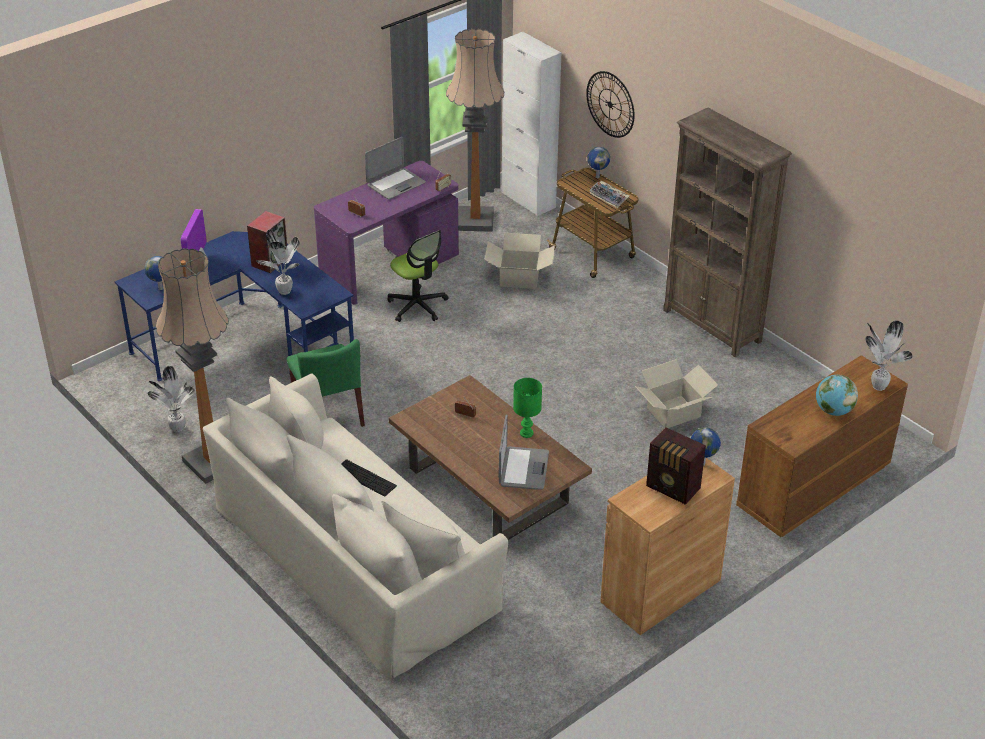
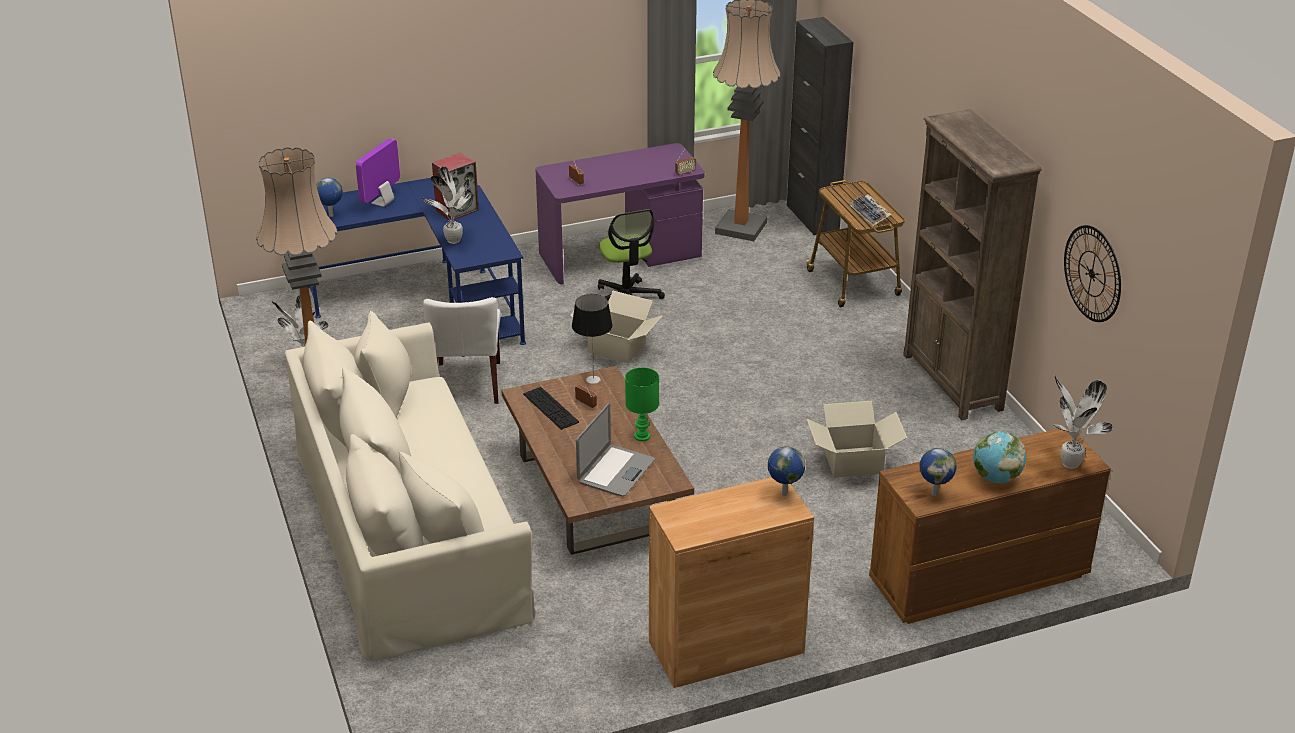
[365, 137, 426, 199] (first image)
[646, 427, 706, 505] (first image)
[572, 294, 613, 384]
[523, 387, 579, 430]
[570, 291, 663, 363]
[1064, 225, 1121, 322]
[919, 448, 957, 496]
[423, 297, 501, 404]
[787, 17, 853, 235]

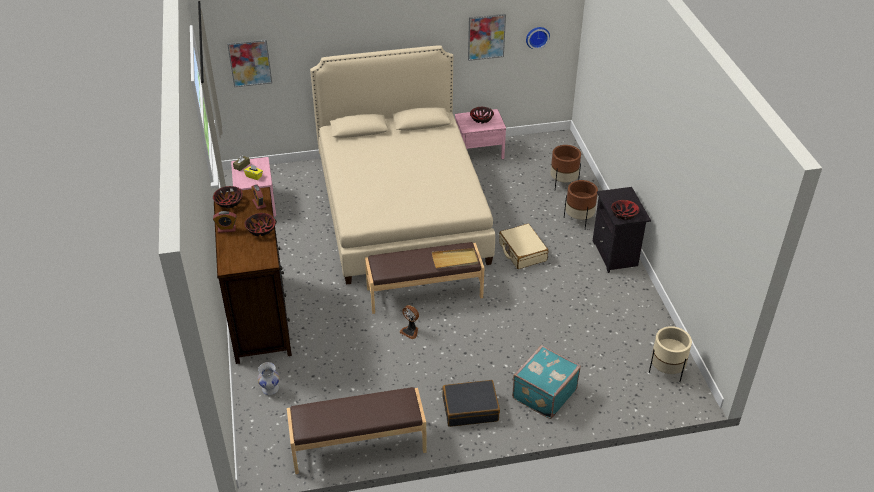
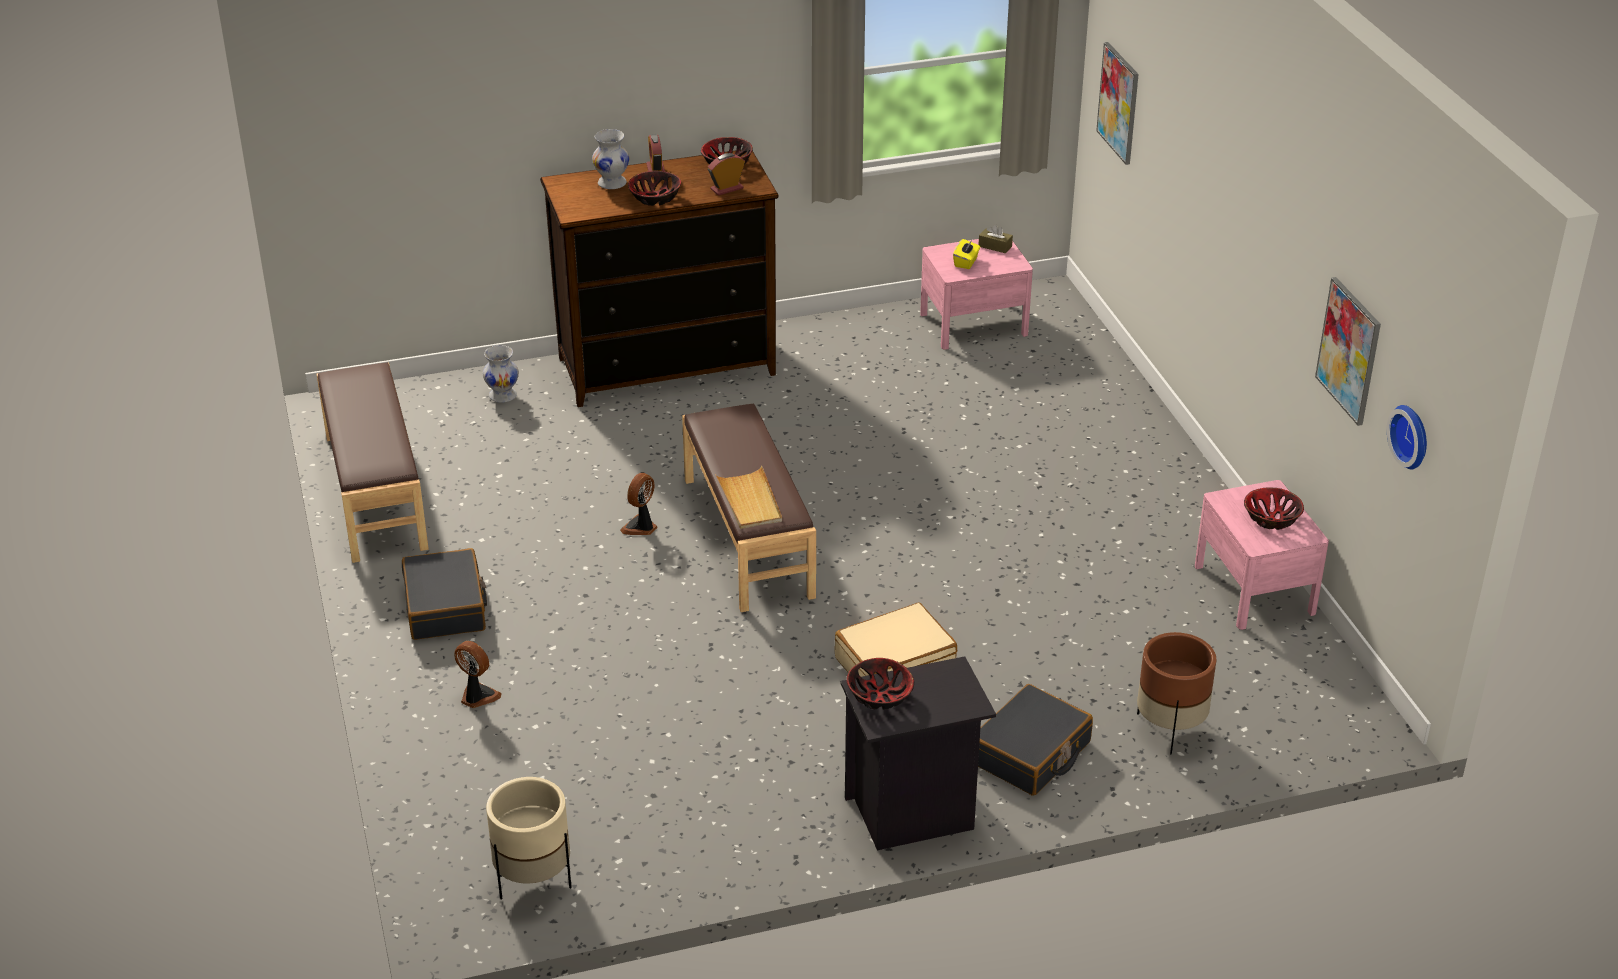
[310, 45, 495, 285] (first image)
[592, 129, 629, 189]
[454, 641, 502, 708]
[978, 684, 1093, 796]

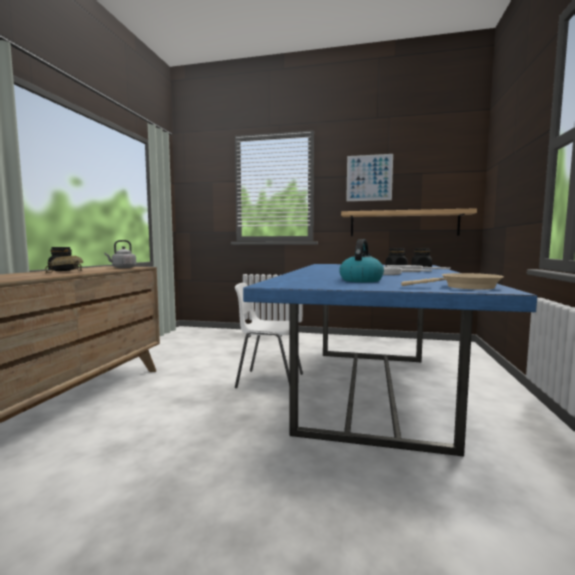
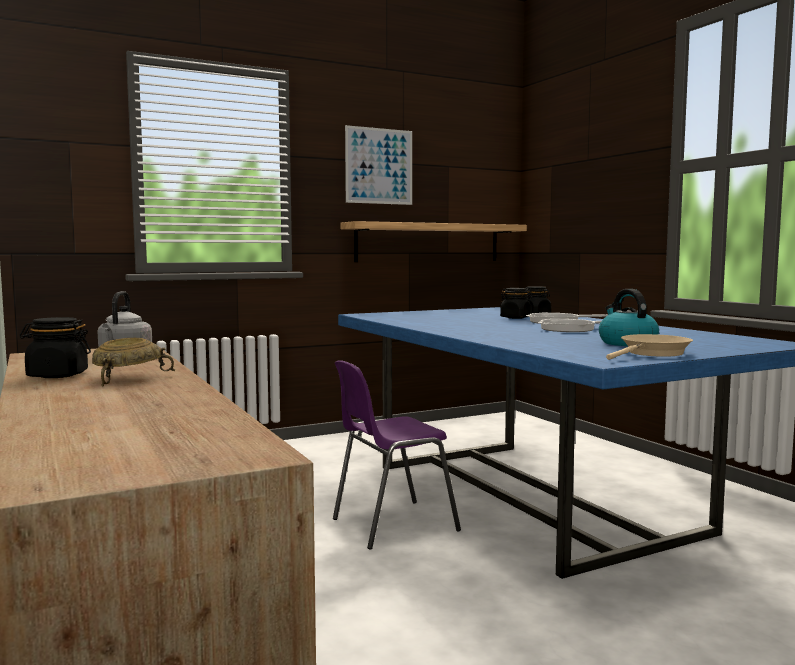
[606, 334, 693, 360]
[333, 360, 461, 550]

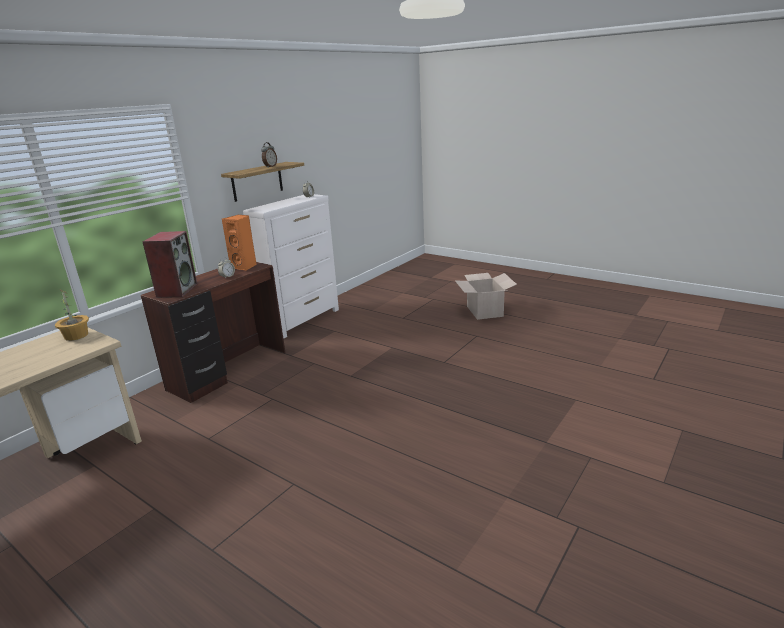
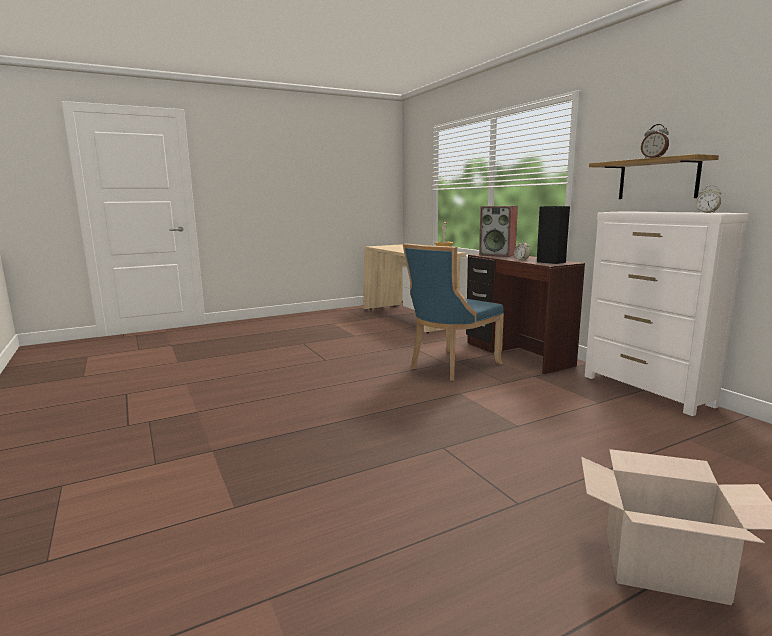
[403, 243, 504, 381]
[537, 206, 570, 264]

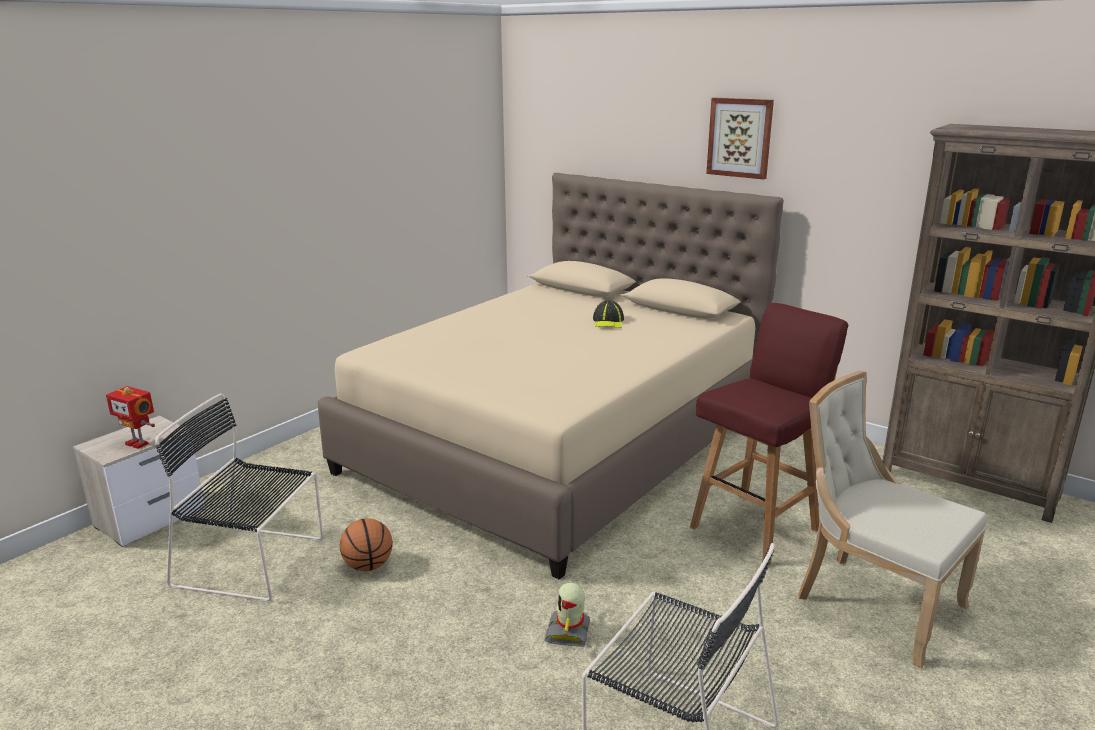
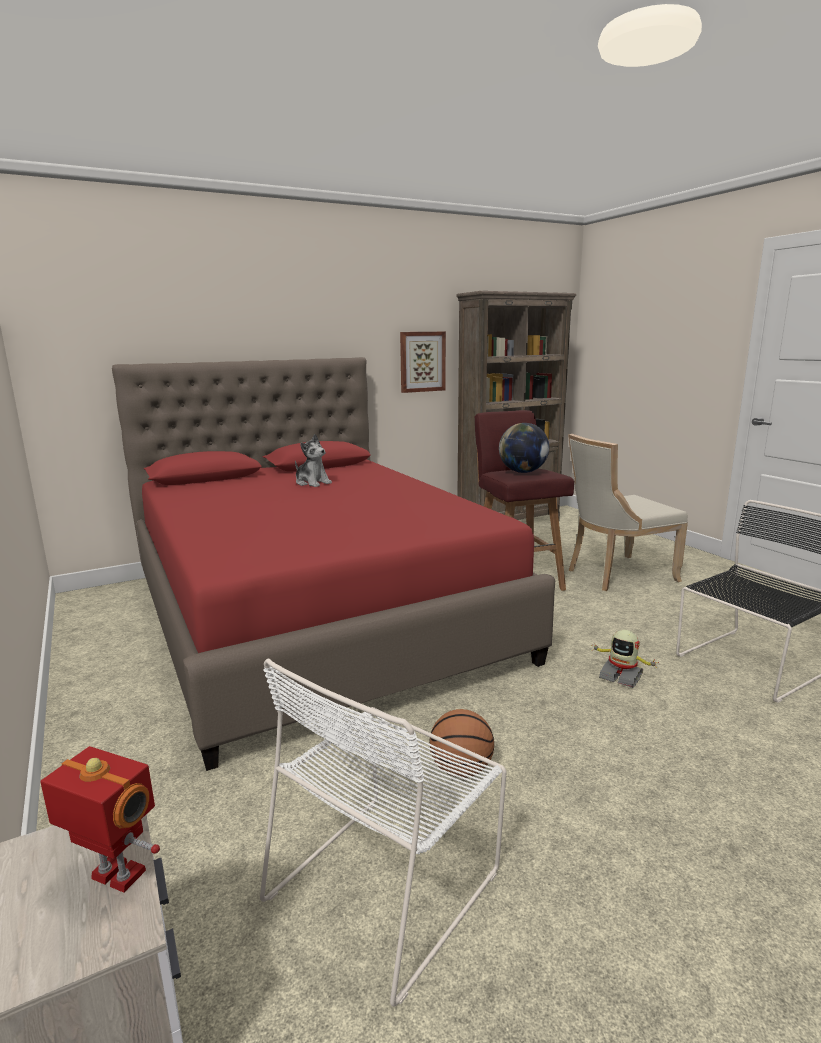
[499, 423, 549, 473]
[400, 332, 446, 393]
[295, 434, 332, 487]
[260, 659, 507, 1007]
[112, 357, 555, 771]
[40, 746, 160, 893]

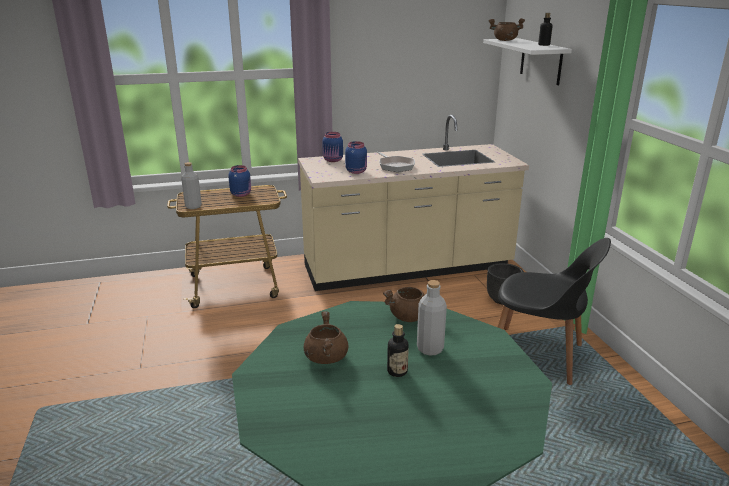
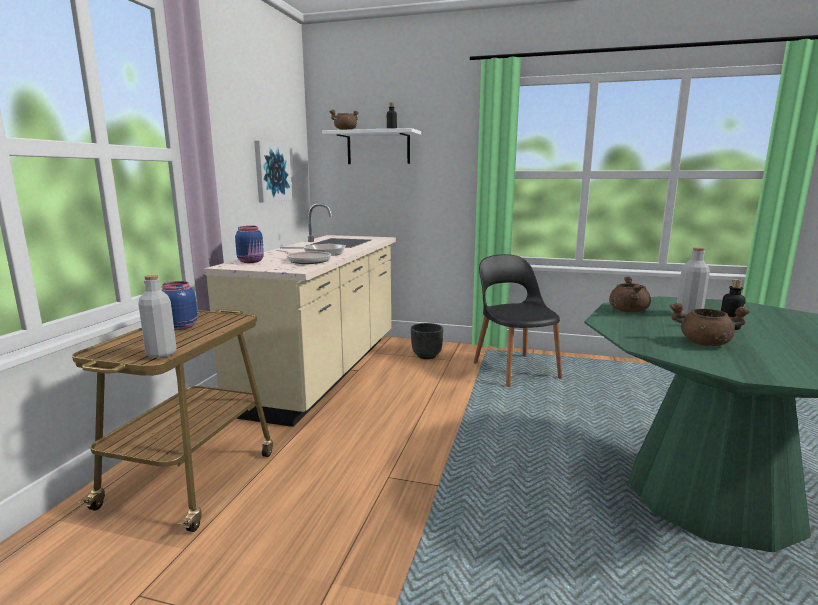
[254, 141, 292, 203]
[276, 250, 331, 264]
[473, 254, 562, 387]

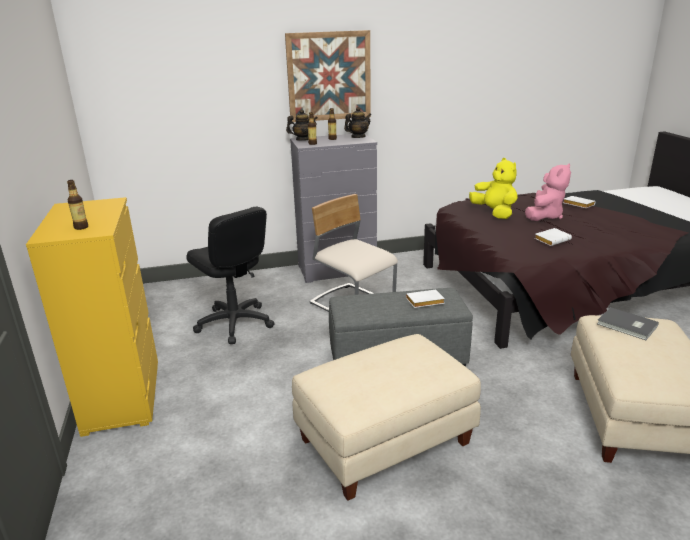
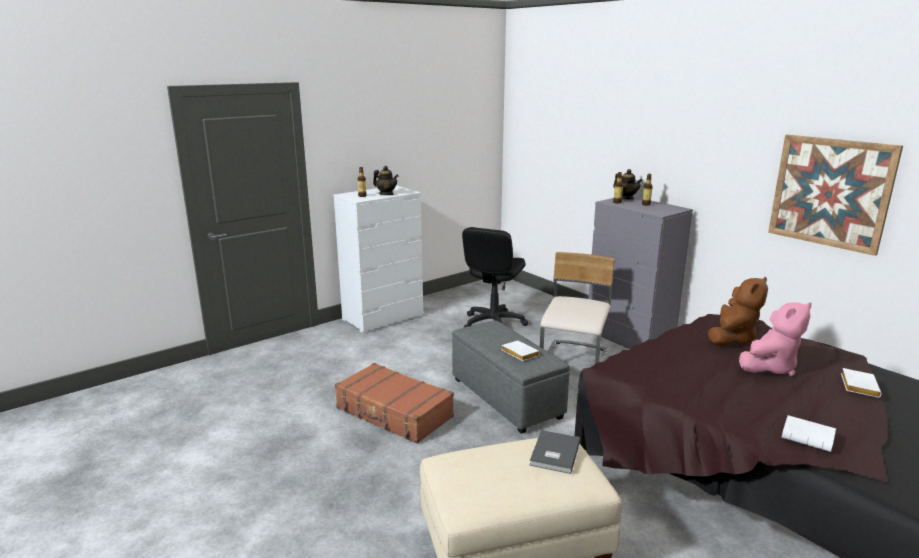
[768, 135, 903, 256]
[373, 166, 398, 195]
[782, 415, 836, 452]
[335, 363, 454, 444]
[334, 185, 423, 333]
[708, 277, 768, 346]
[739, 302, 812, 376]

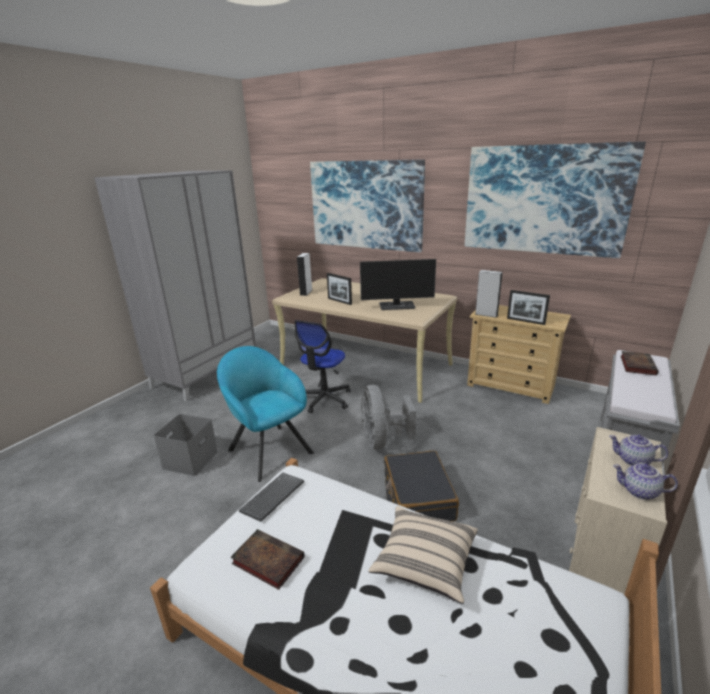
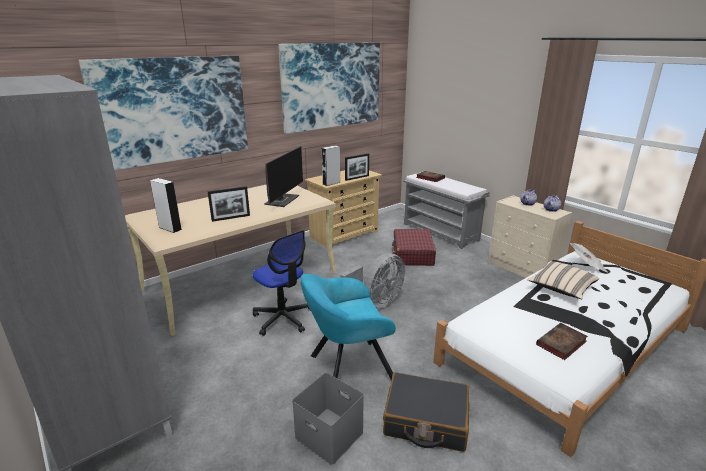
[239, 473, 304, 522] (first image)
[392, 229, 436, 266]
[570, 243, 607, 272]
[383, 372, 469, 452]
[340, 253, 405, 308]

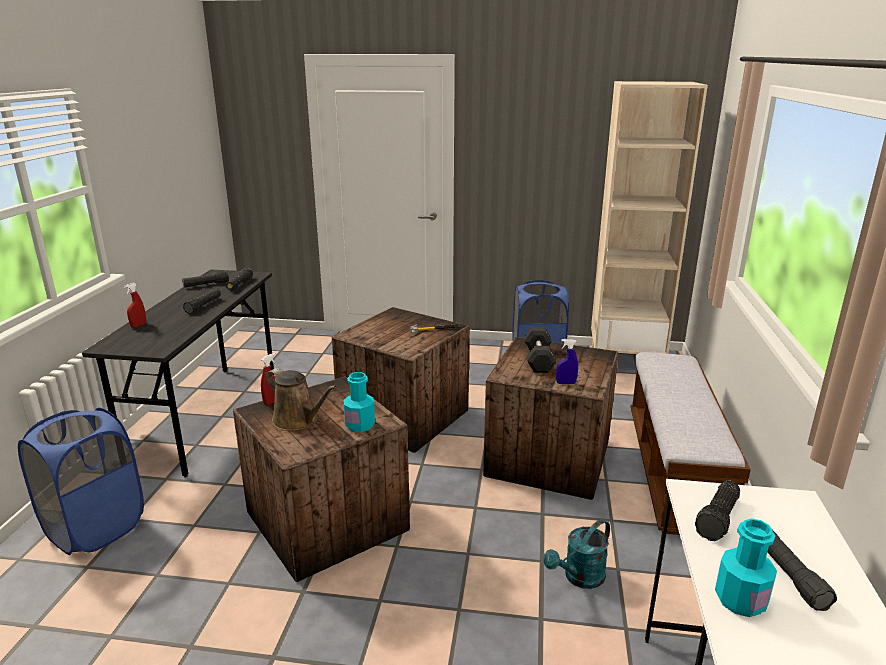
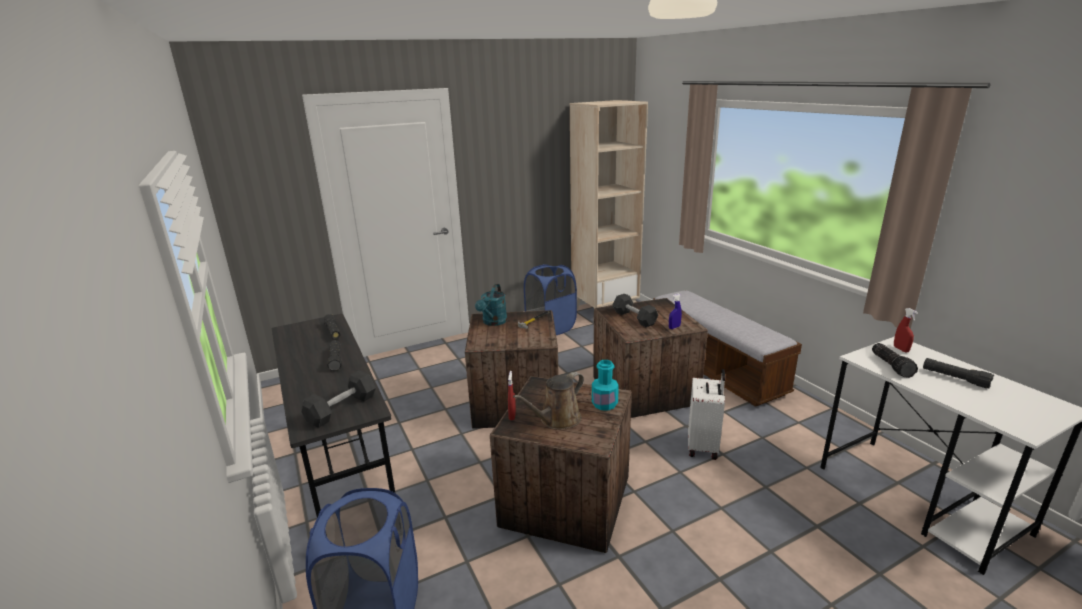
[182, 270, 229, 287] (first image)
[715, 519, 777, 617] (first image)
[301, 370, 376, 428]
[688, 369, 725, 460]
[894, 308, 918, 352]
[475, 284, 507, 326]
[513, 372, 584, 430]

